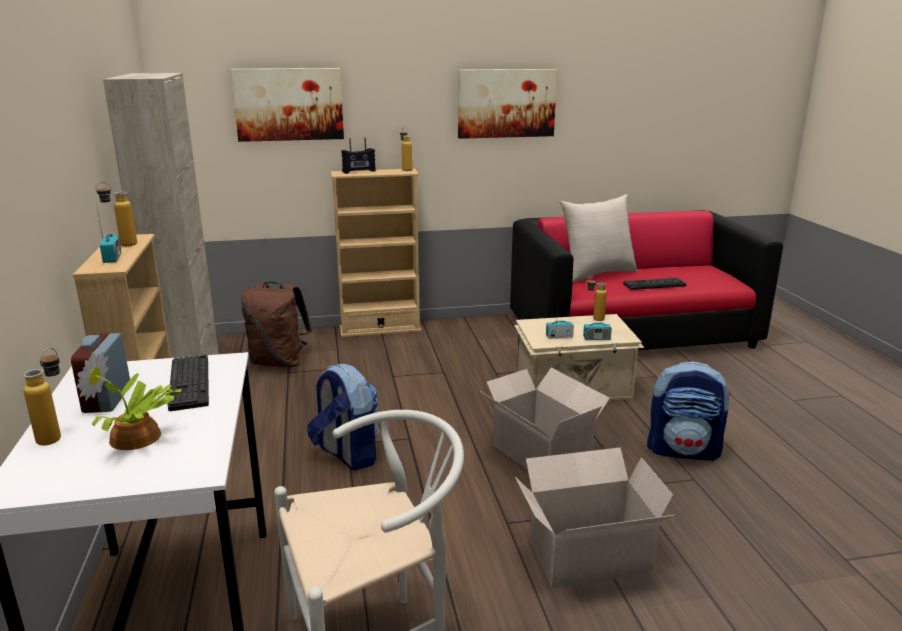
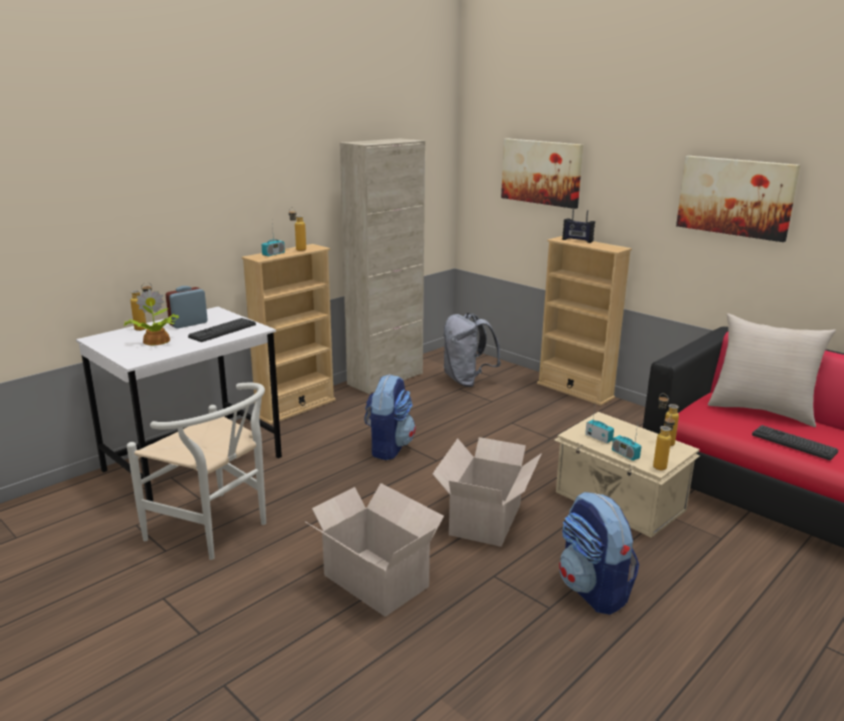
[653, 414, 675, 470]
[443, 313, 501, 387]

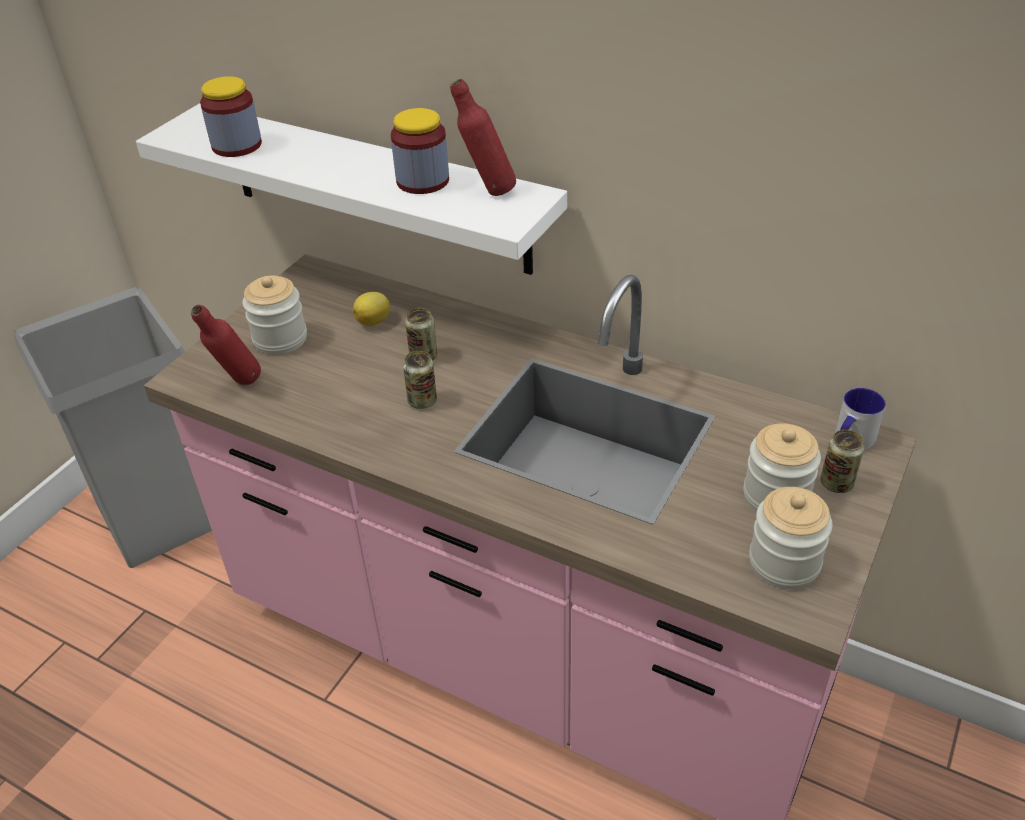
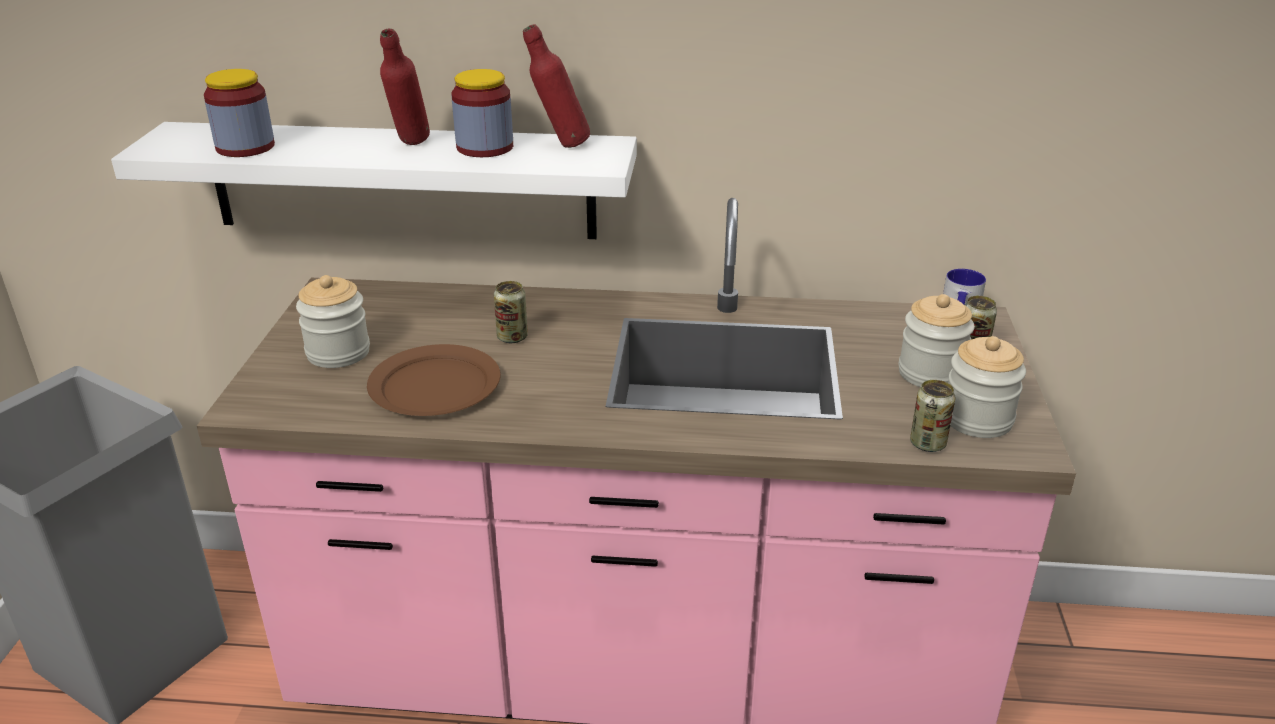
[353, 292, 390, 326] (first image)
[367, 344, 501, 416]
[380, 28, 430, 145]
[910, 380, 955, 452]

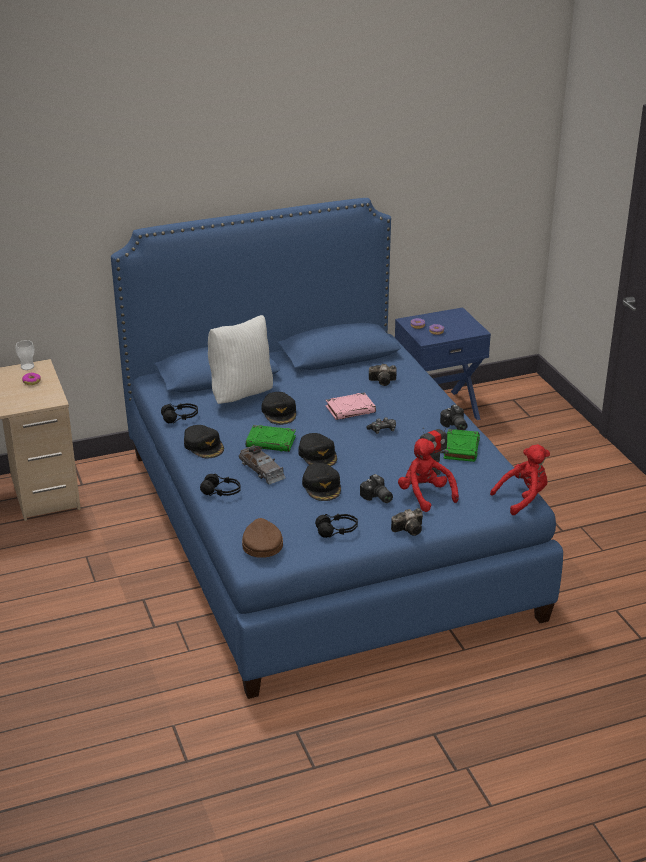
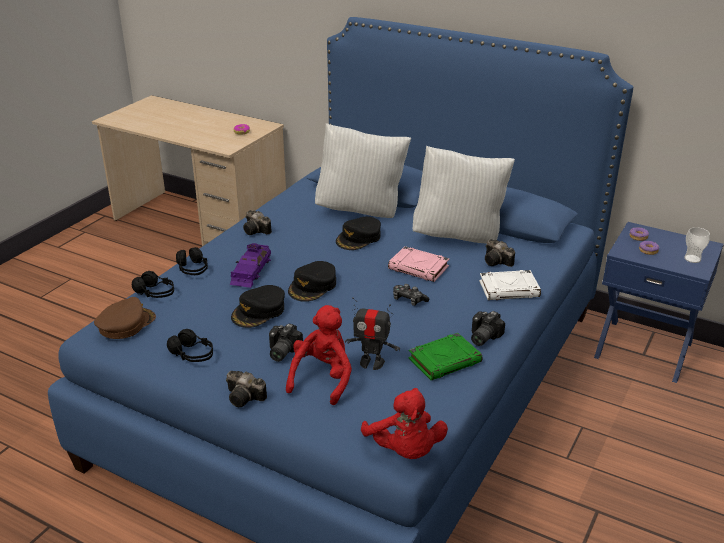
[246, 425, 296, 452] (first image)
[413, 146, 515, 244]
[479, 270, 541, 300]
[684, 227, 710, 263]
[132, 271, 174, 298]
[243, 210, 272, 235]
[230, 243, 271, 288]
[361, 388, 448, 459]

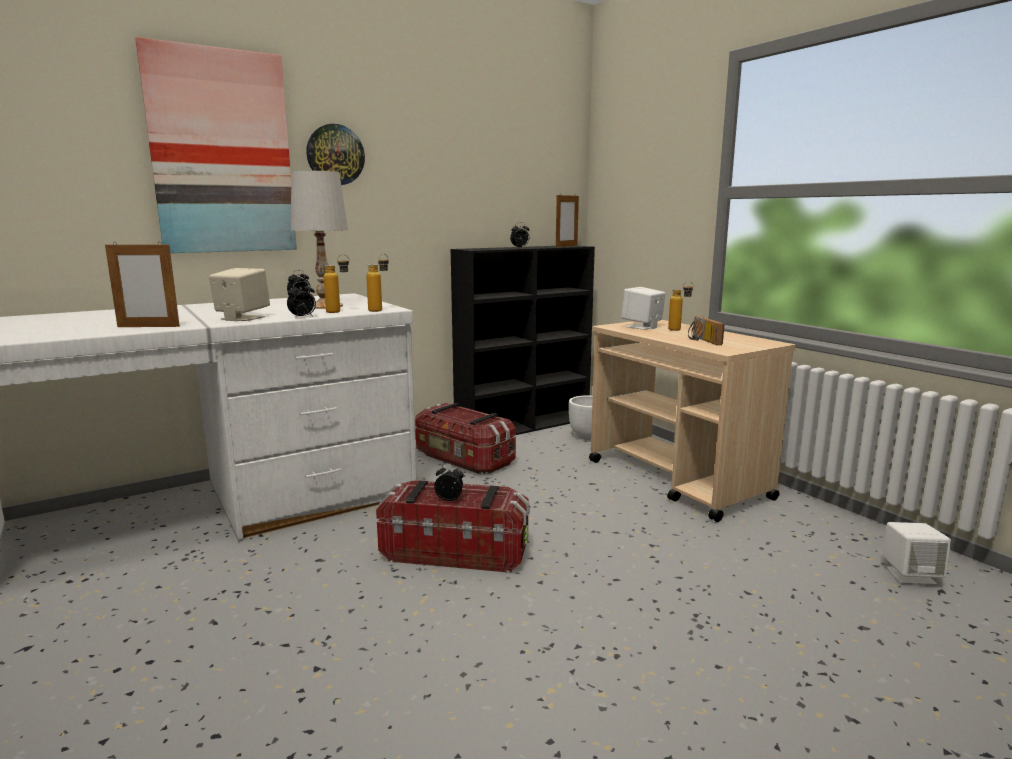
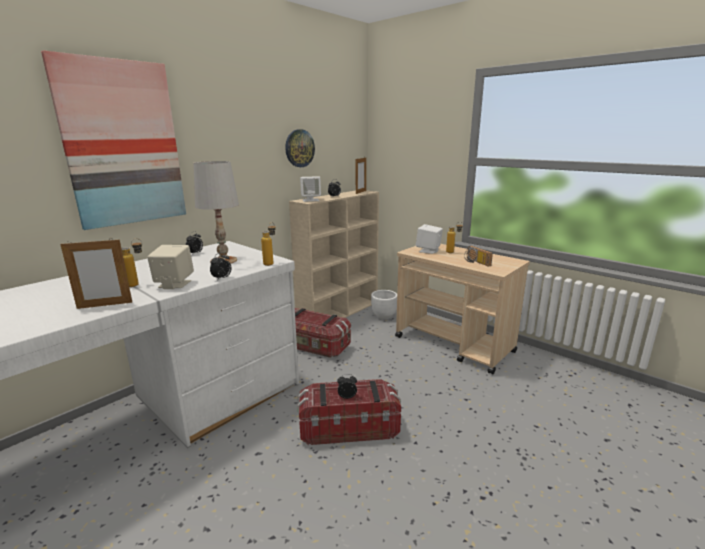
[285, 129, 315, 167]
[122, 238, 143, 287]
[300, 176, 321, 202]
[289, 190, 379, 318]

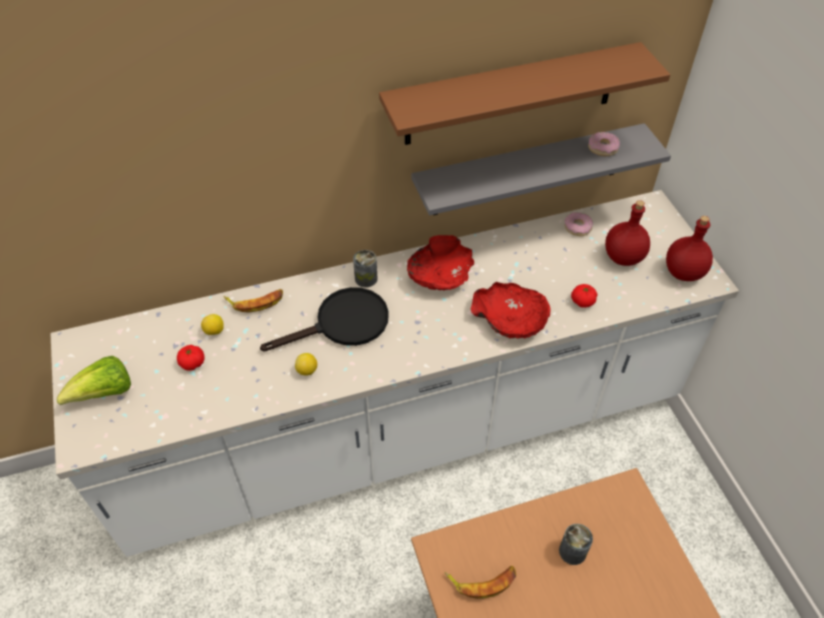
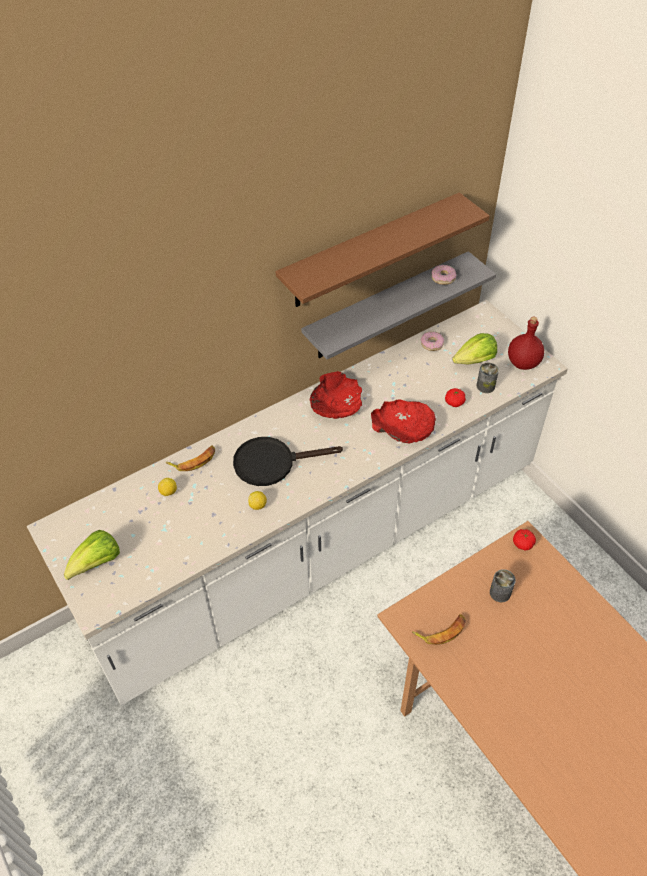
[513, 529, 536, 550]
[477, 362, 499, 393]
[452, 333, 497, 365]
[233, 437, 343, 486]

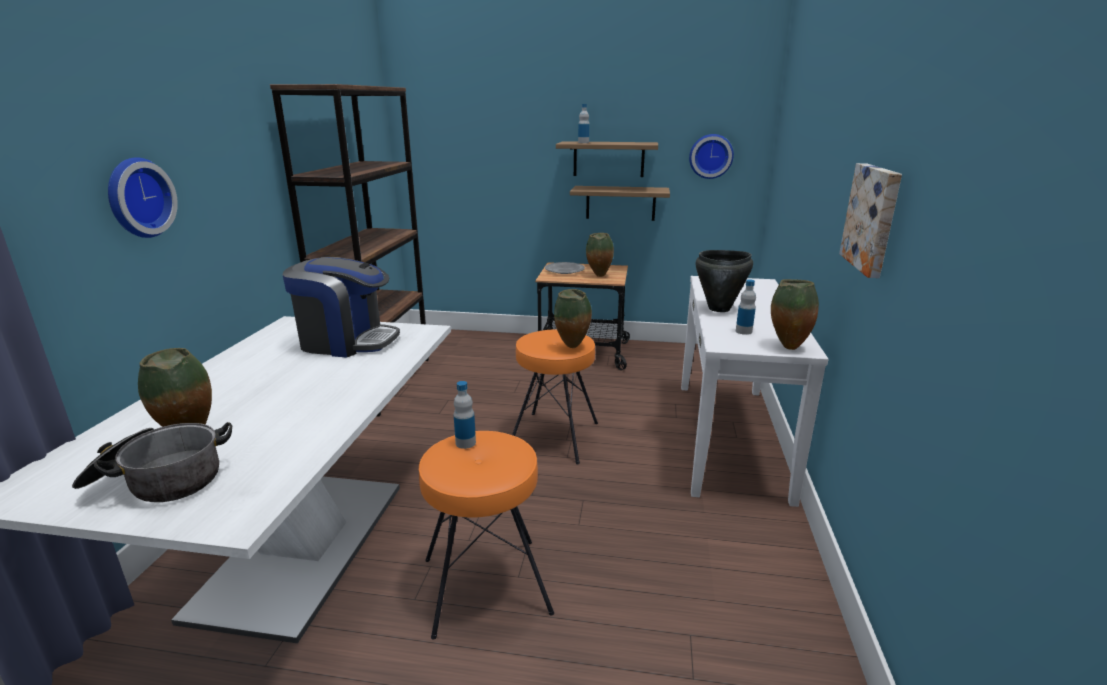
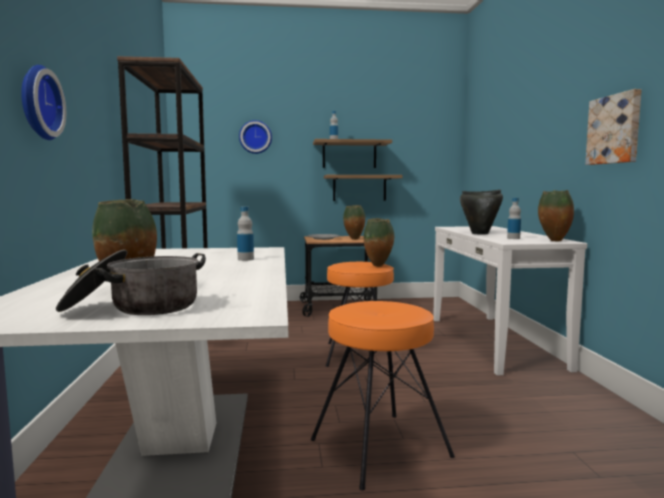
[283, 257, 400, 358] (first image)
[237, 206, 254, 261]
[239, 120, 272, 154]

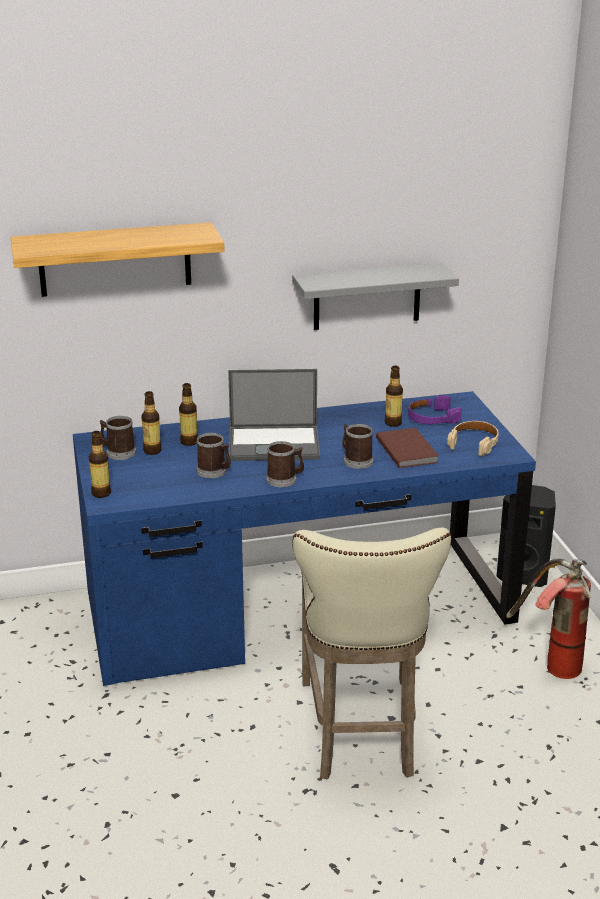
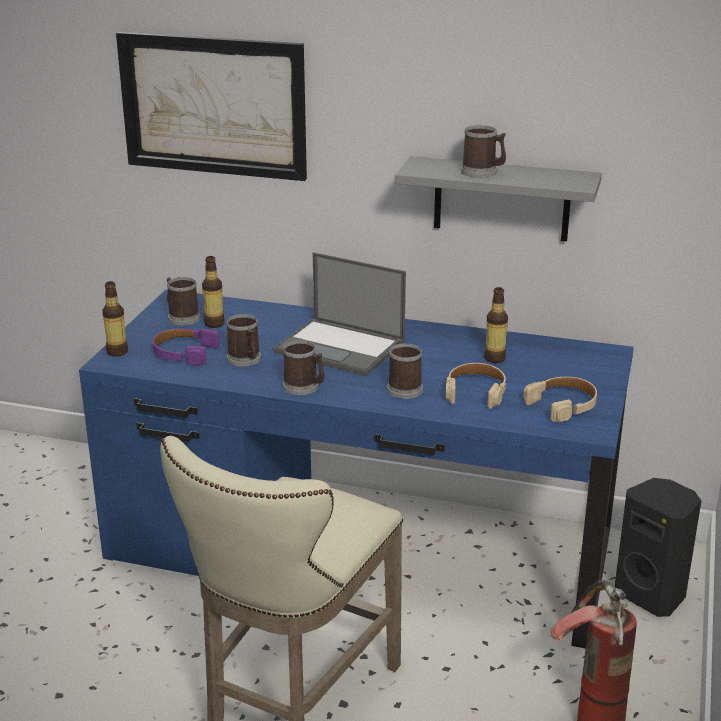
[179, 383, 198, 446] (first image)
[461, 125, 506, 178]
[153, 329, 219, 365]
[116, 32, 307, 181]
[446, 363, 506, 409]

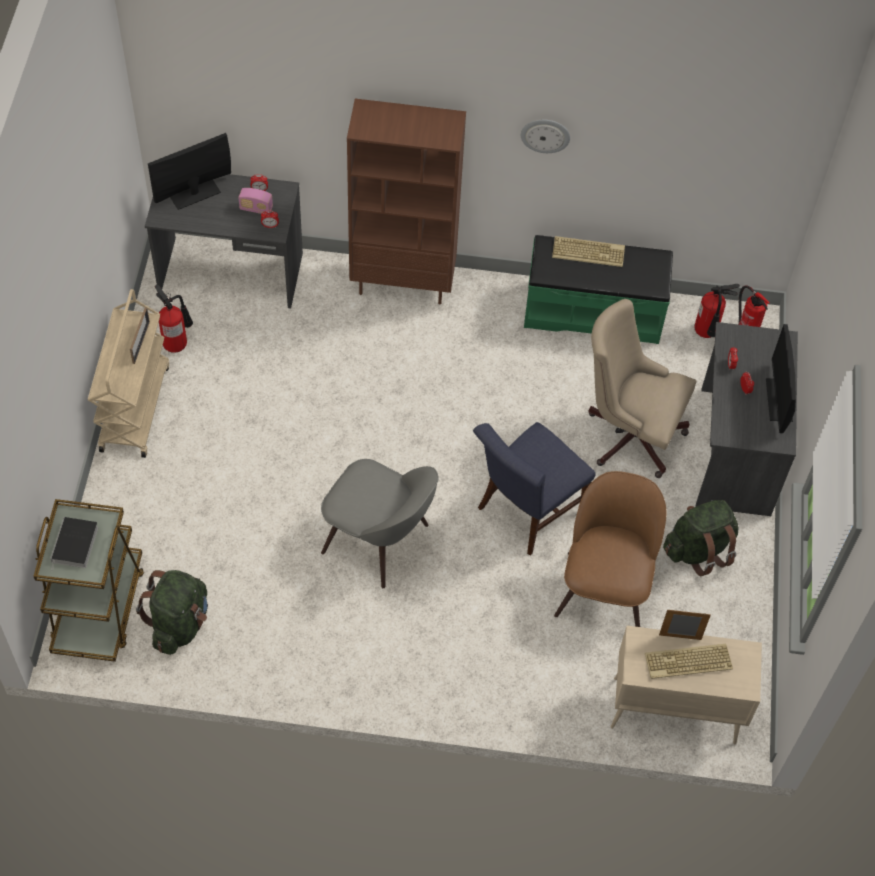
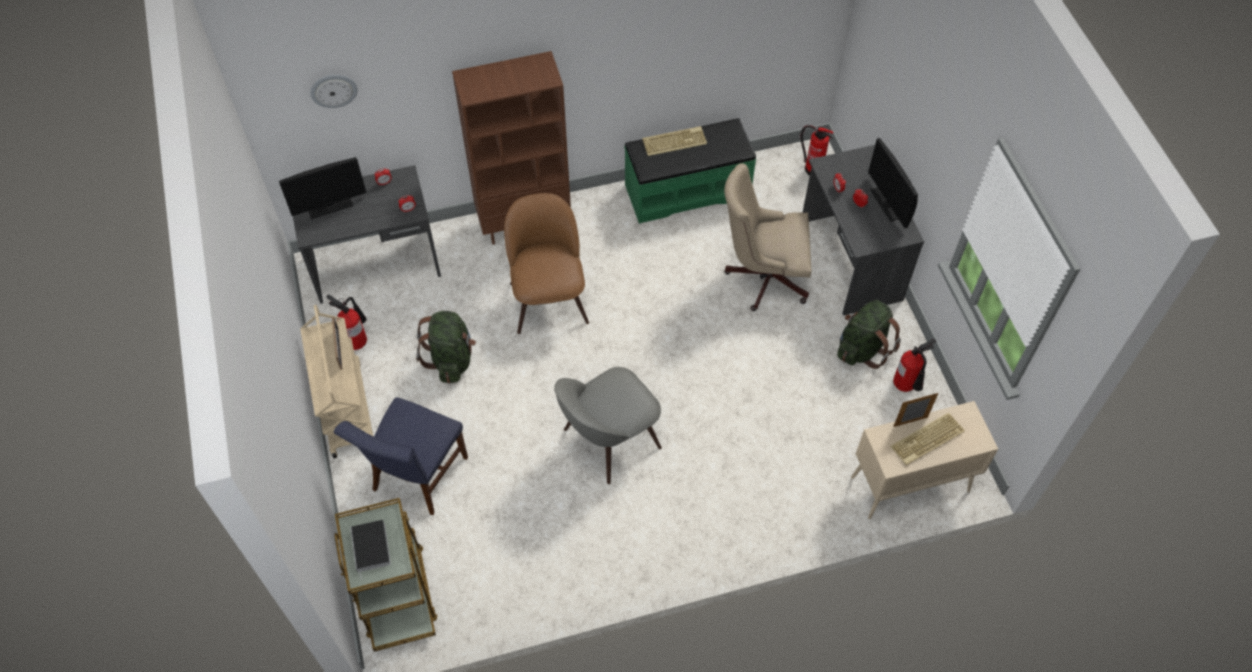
[238, 188, 273, 214] (first image)
[416, 311, 476, 383]
[334, 397, 468, 515]
[310, 75, 358, 108]
[504, 193, 589, 334]
[893, 339, 936, 392]
[279, 157, 367, 219]
[554, 367, 662, 484]

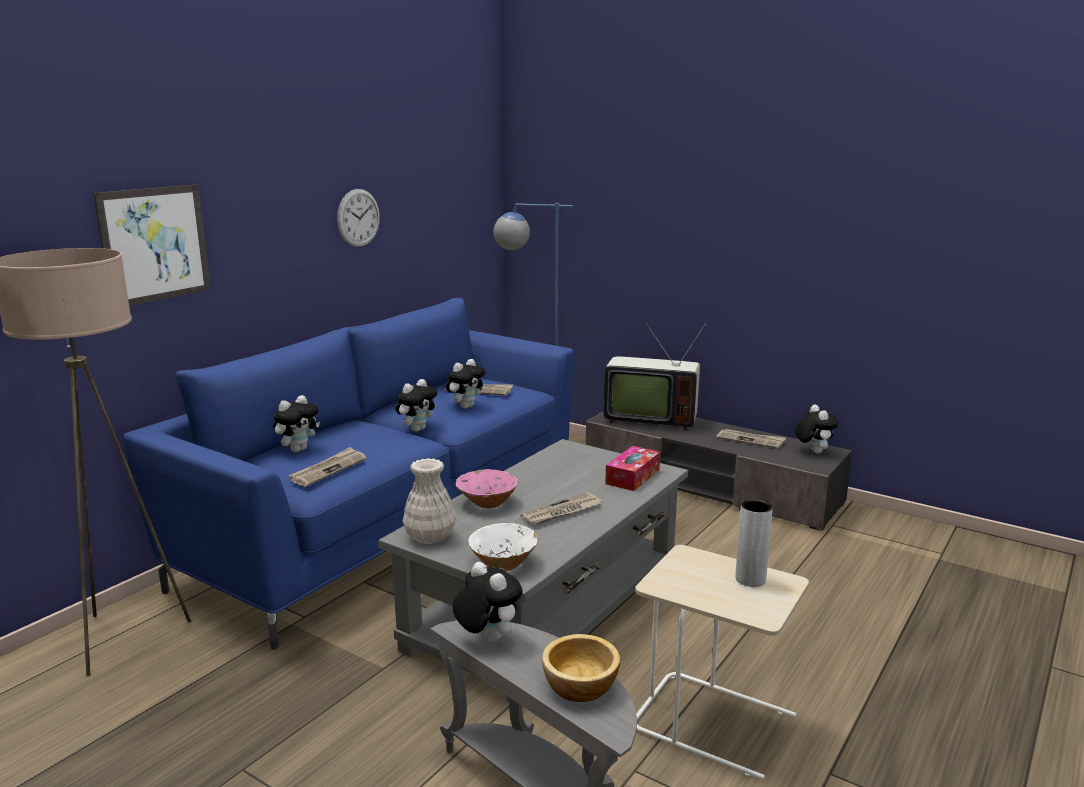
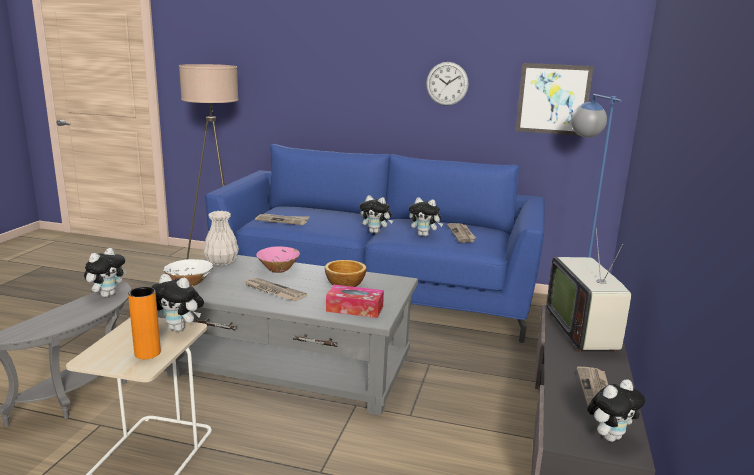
[516, 63, 594, 135]
[151, 274, 204, 332]
[325, 260, 367, 287]
[128, 287, 161, 359]

